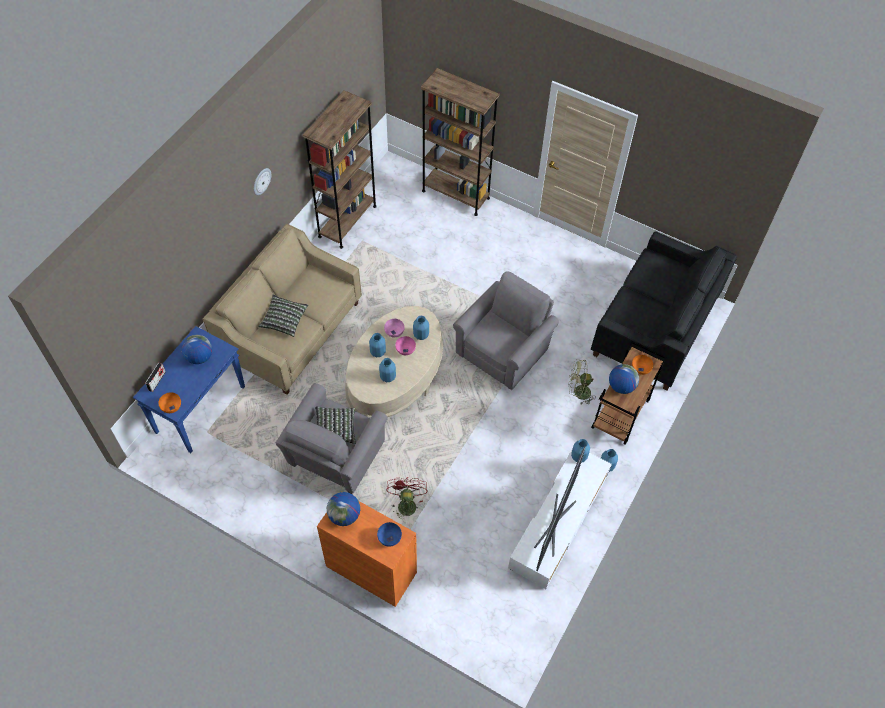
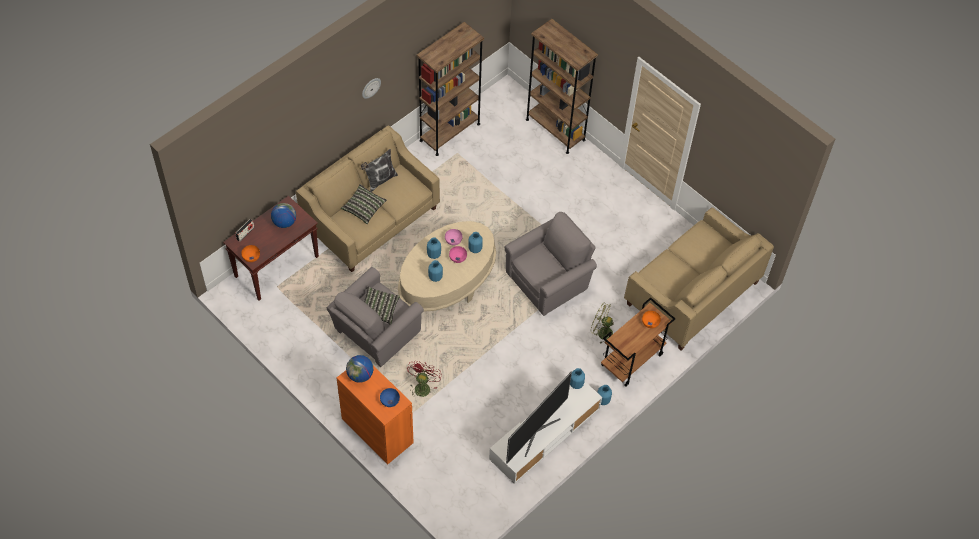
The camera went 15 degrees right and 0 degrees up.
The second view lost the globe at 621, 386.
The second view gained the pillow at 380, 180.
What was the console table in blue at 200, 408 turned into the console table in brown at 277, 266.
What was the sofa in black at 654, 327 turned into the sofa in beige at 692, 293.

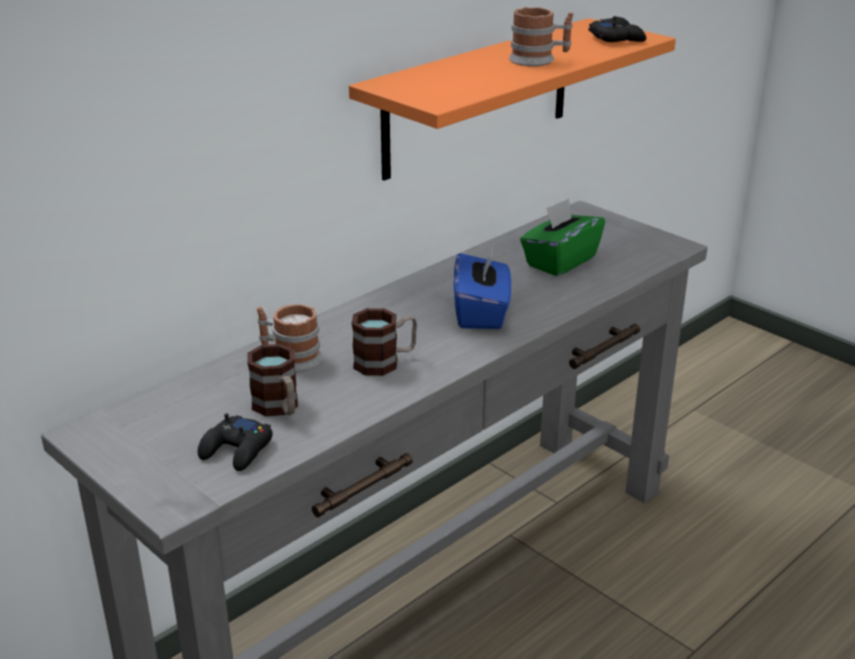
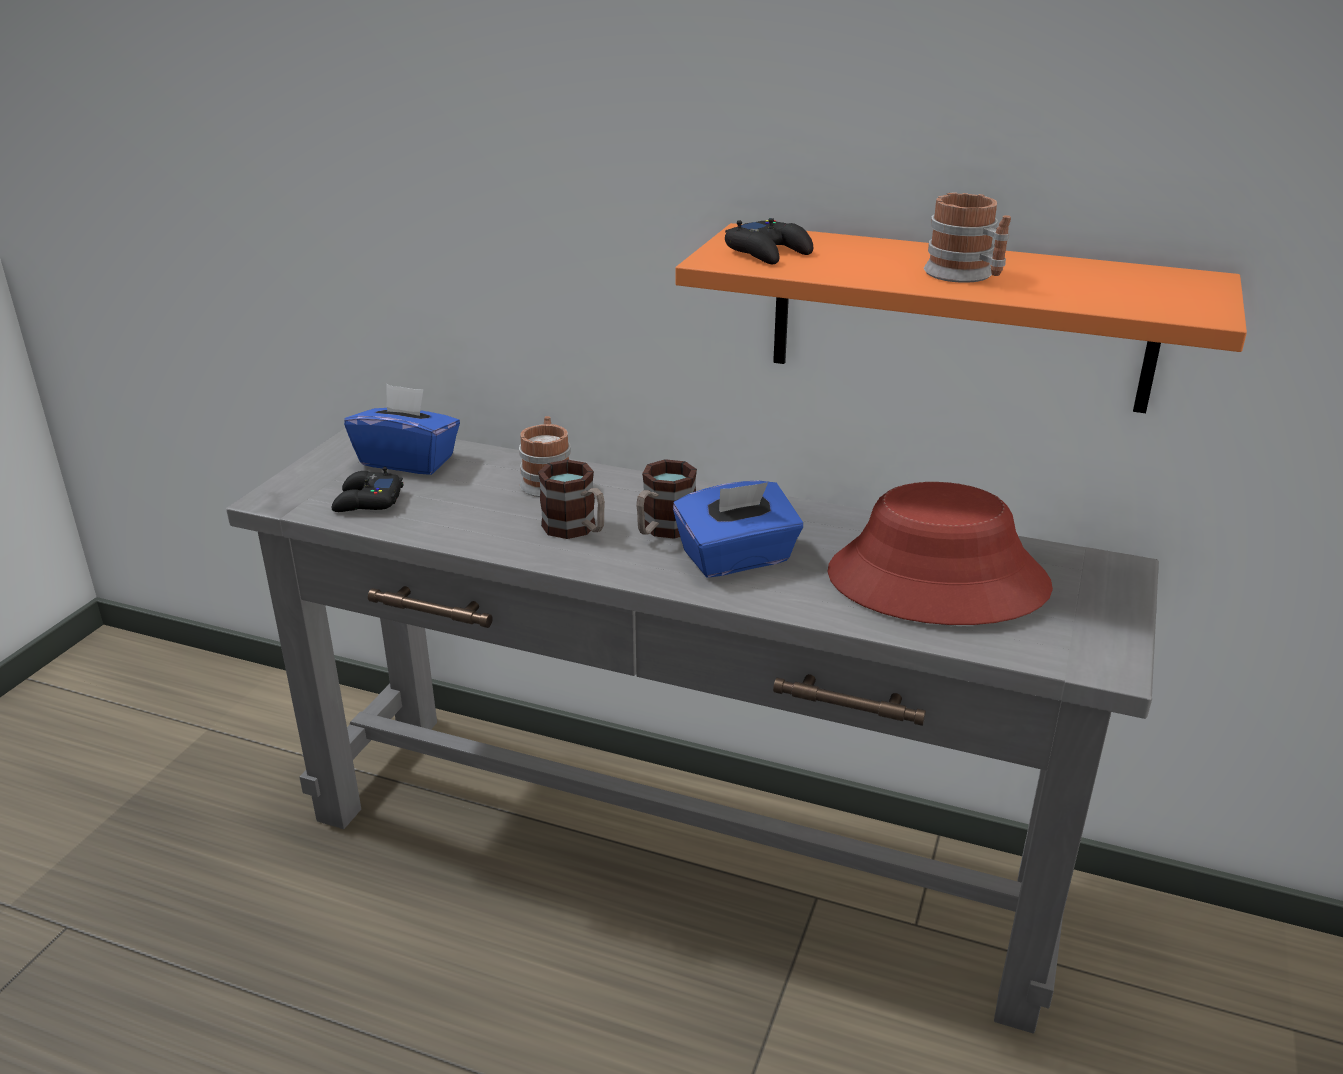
The camera went 65 degrees right and 0 degrees up.
The second view gained the tissue box in blue at 408, 461.
The mug ended up elsewhere, having gone from 279, 408 to 662, 530.
The game controller in black ended up elsewhere, having gone from 617, 38 to 768, 252.
Where the tissue box in green stood at 560, 261, the hat in red came to stand at 936, 582.

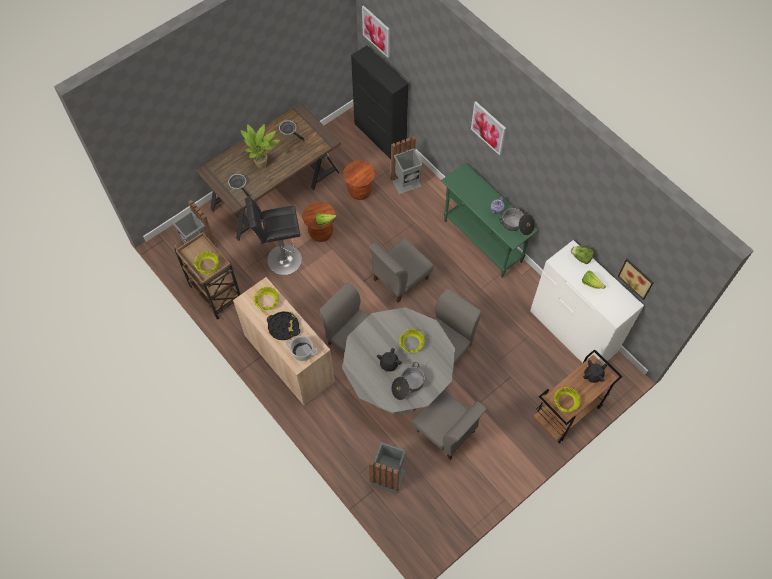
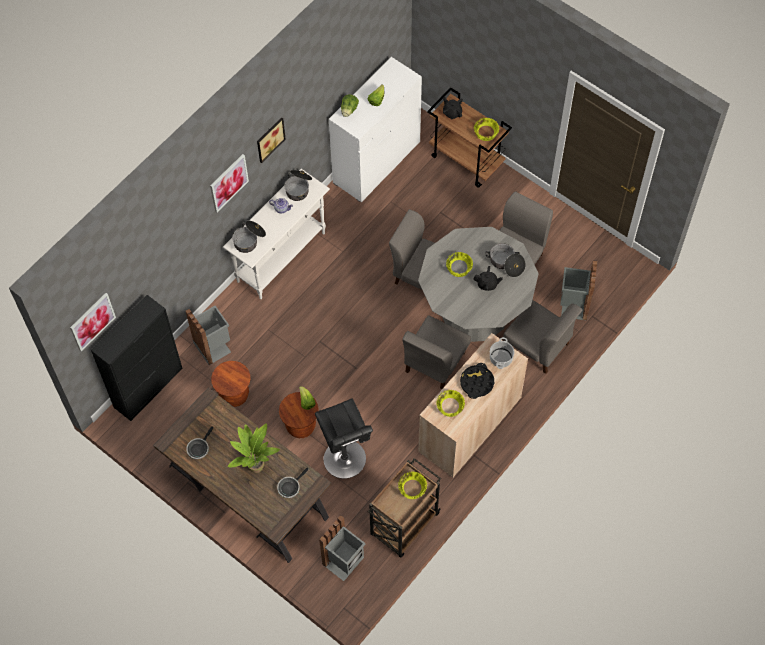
The camera went 100 degrees left and 0 degrees up.
The second view gained the cooking pot at 249, 240.
The chair in grey ended up elsewhere, having gone from 400, 279 to 538, 346.
The picture ended up elsewhere, having gone from 637, 277 to 269, 138.
What was the console table in green at 482, 241 turned into the console table in white at 282, 257.

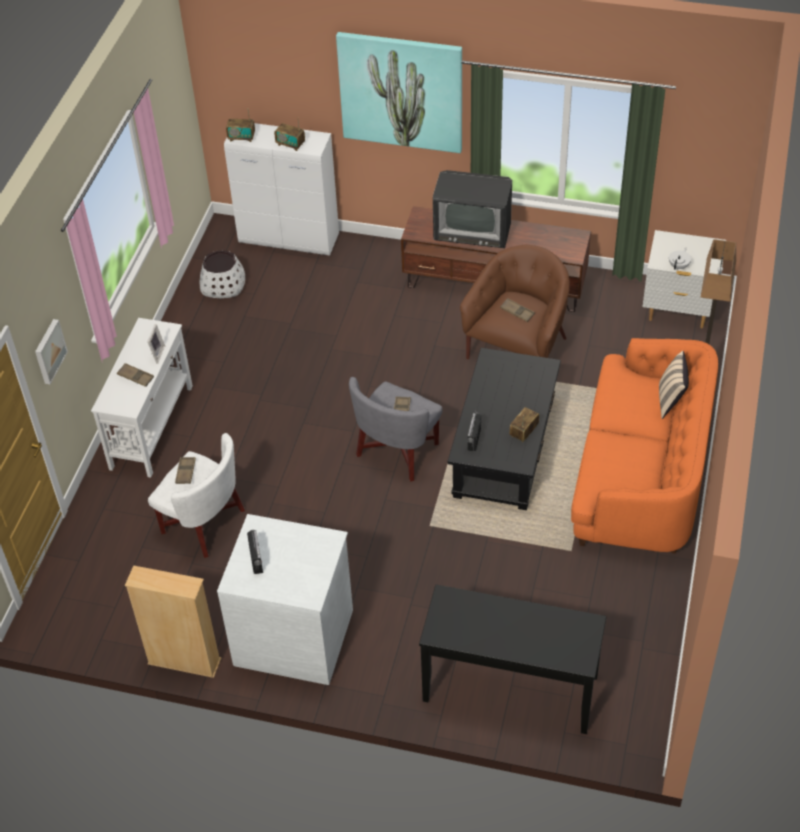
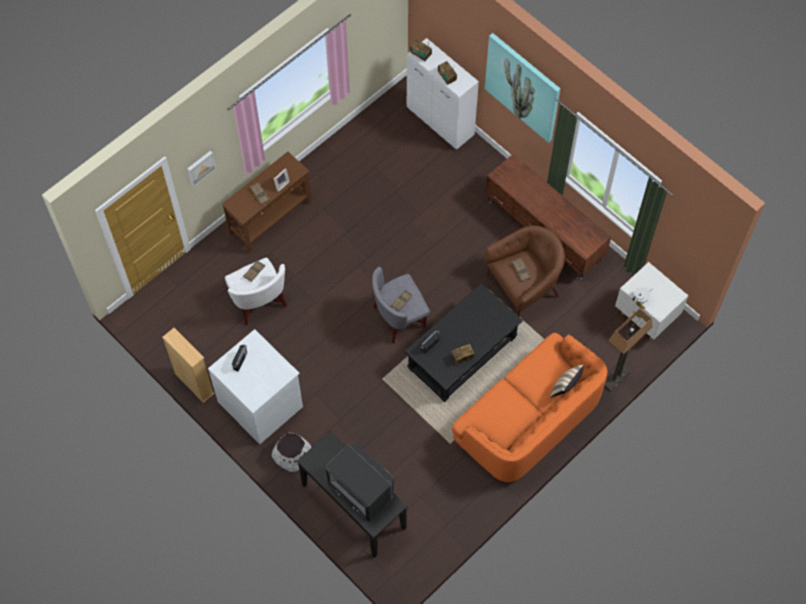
The camera went 30 degrees right and 15 degrees up.
The planter in white ended up elsewhere, having gone from 223, 285 to 292, 454.
The television ended up elsewhere, having gone from 473, 230 to 361, 489.
What was the console table in white at 152, 426 turned into the console table in brown at 271, 218.

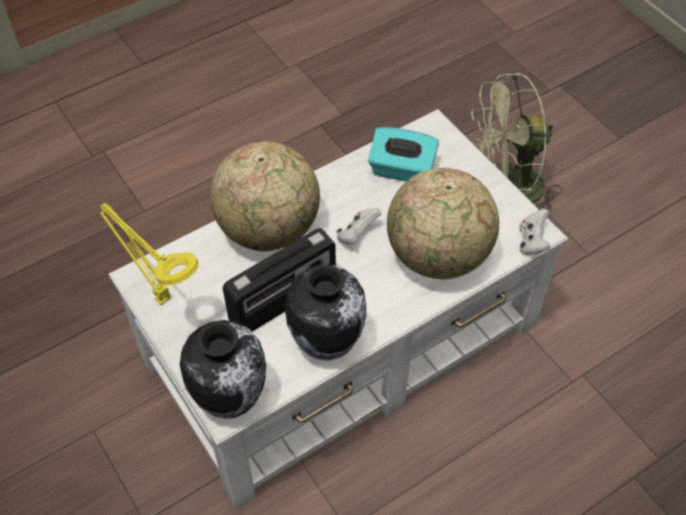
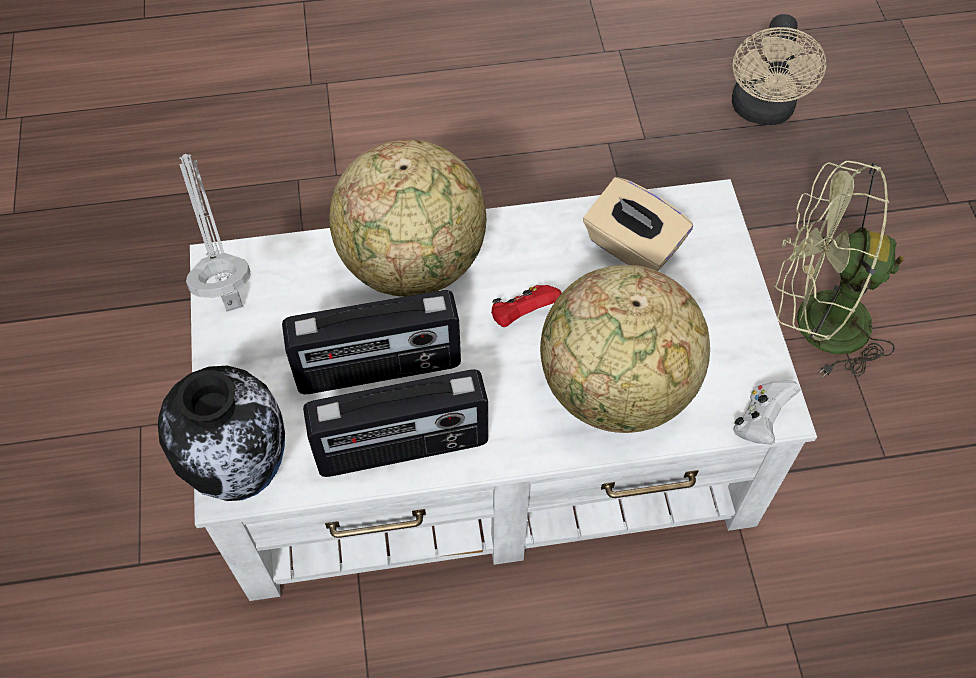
The camera went 25 degrees right and 5 degrees up.
The second view gained the fan in beige at 762, 111.
Where the vase stood at 327, 343, the radio came to stand at 402, 448.
What was the table lamp in yellow at 160, 297 turned into the table lamp in grey at 232, 300.
What was the game controller in white at 357, 235 turned into the game controller in red at 523, 315.
What was the tissue box in turquoise at 401, 170 turned into the tissue box in beige at 632, 247.

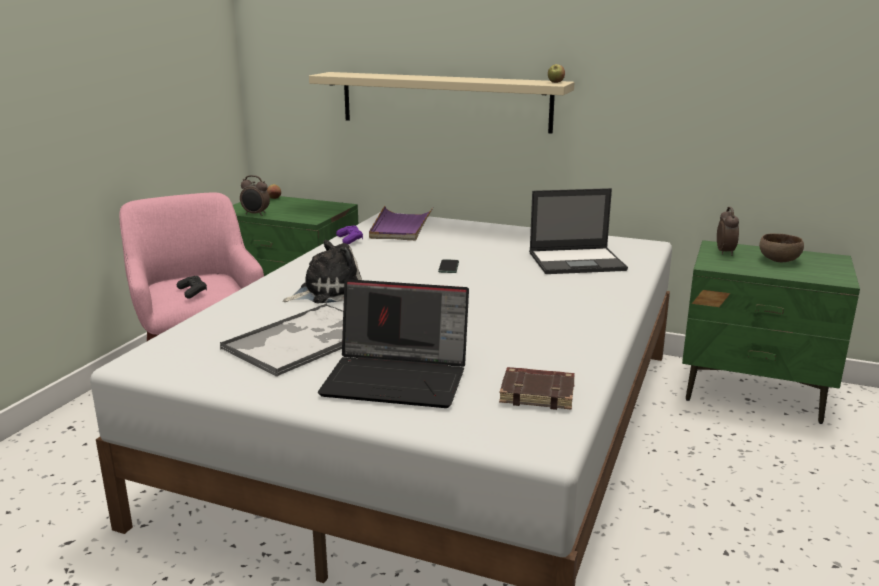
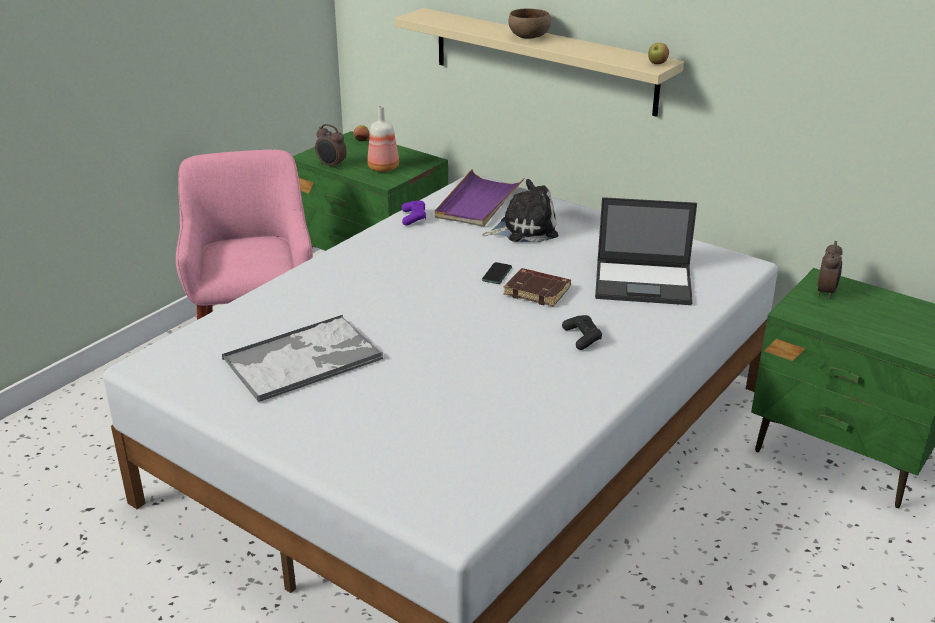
The camera went 15 degrees right and 10 degrees up.
The second view lost the laptop at 398, 378.
The second view gained the bottle at 382, 168.
The game controller in black ended up elsewhere, having gone from 192, 292 to 582, 337.
The plush toy ended up elsewhere, having gone from 327, 292 to 524, 229.
The book in brown ended up elsewhere, having gone from 538, 393 to 538, 291.
The bowl in brown ended up elsewhere, having gone from 778, 260 to 528, 37.

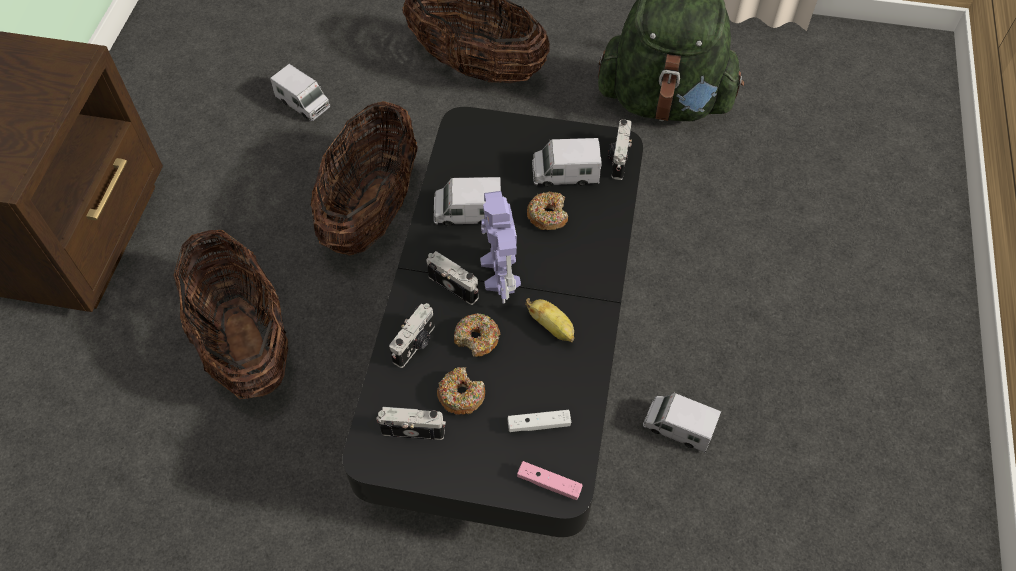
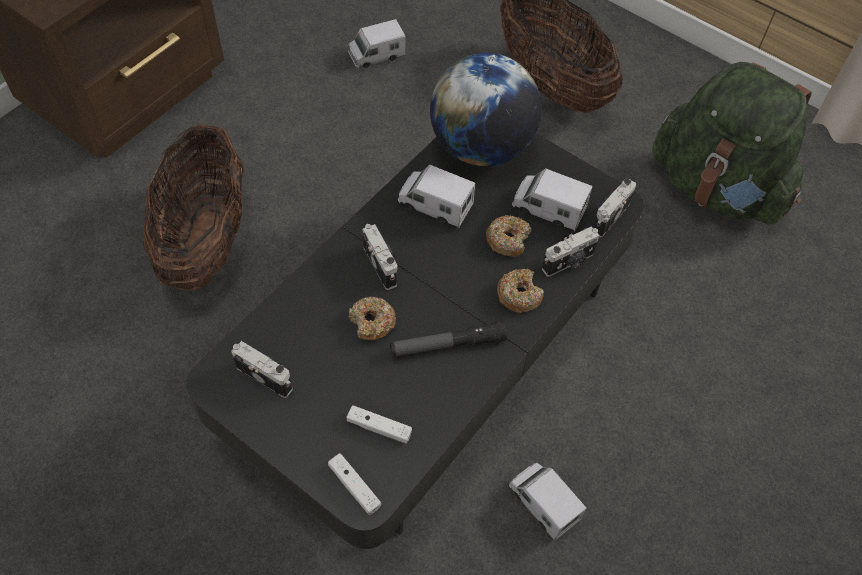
The camera went 25 degrees right and 0 degrees up.
The second view lost the basket at 372, 210.
The second view lost the toy robot at 500, 274.
The second view gained the globe at 481, 147.
The photo camera ended up elsewhere, having gone from 416, 344 to 569, 262.
The donut ended up elsewhere, having gone from 461, 395 to 519, 295.
Where the banana stood at 552, 327, the flashlight came to stand at 447, 345.
What was the game controller in pink at 549, 483 turned into the game controller in white at 354, 487.
The toy truck at 303, 103 ended up facing another way, 90 degrees clockwise from before.

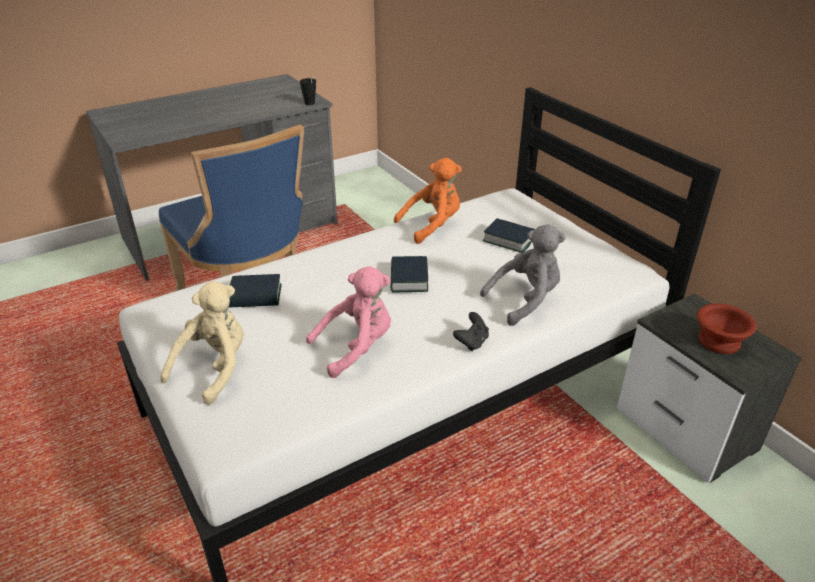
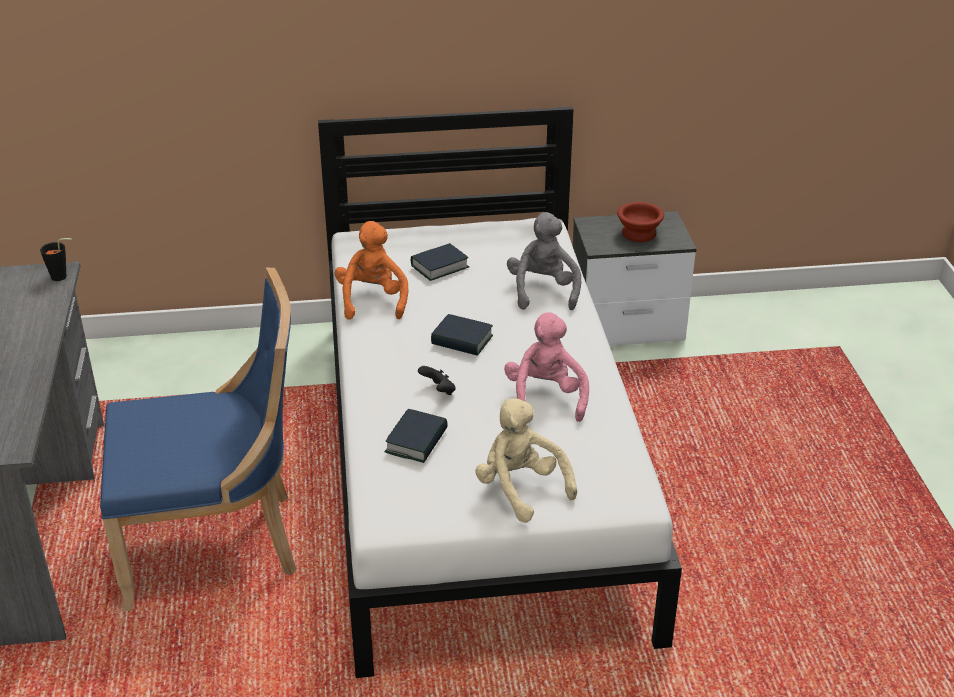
The camera went 65 degrees left and 0 degrees up.
The game controller in black ended up elsewhere, having gone from 472, 342 to 438, 391.

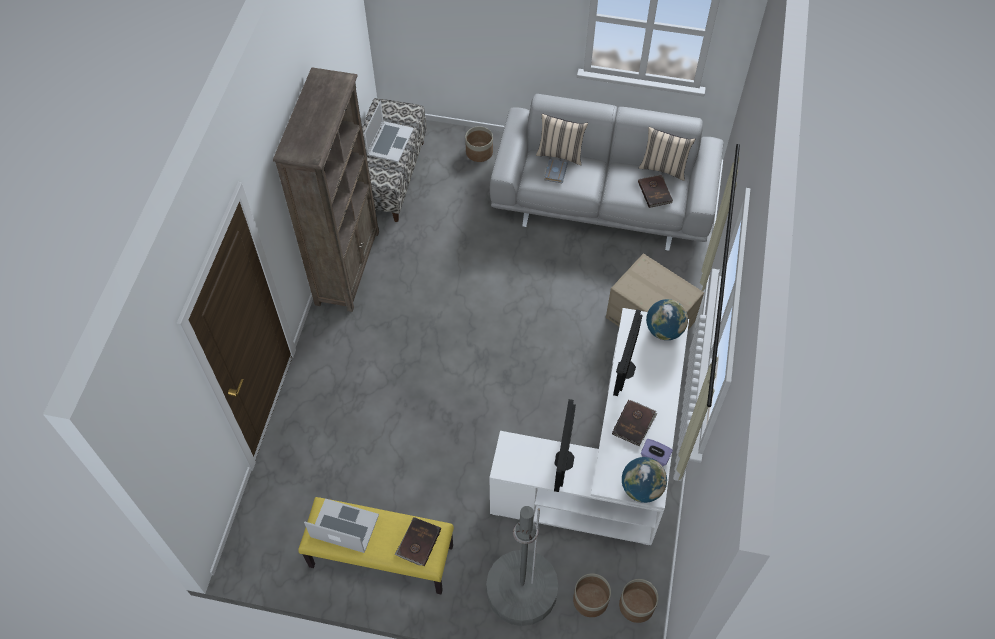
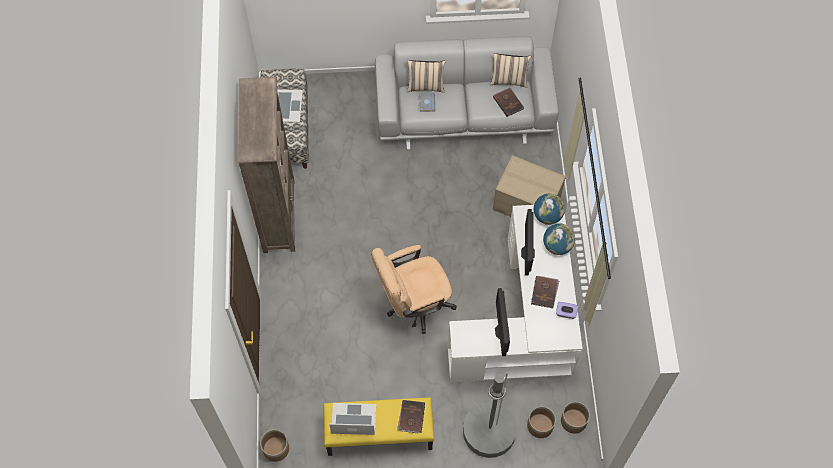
The camera went 15 degrees left and 5 degrees up.
The second view gained the office chair in beige at 413, 305.
The planter ended up elsewhere, having gone from 479, 152 to 276, 448.
The globe ended up elsewhere, having gone from 641, 488 to 557, 246.

